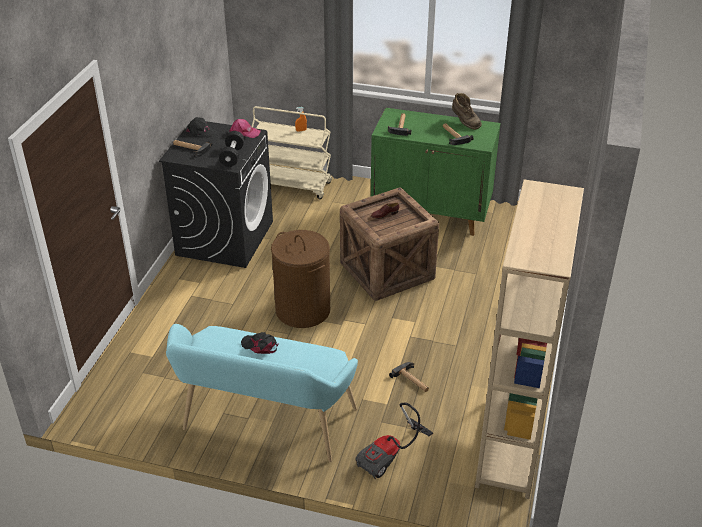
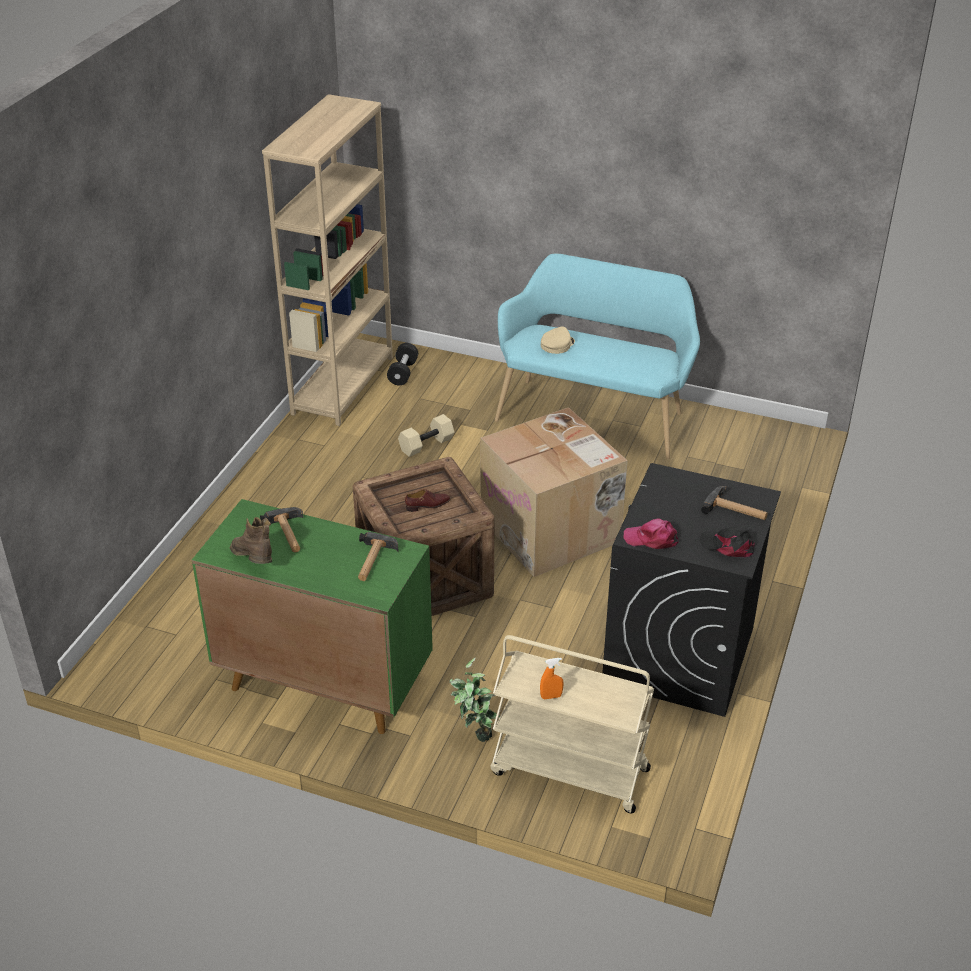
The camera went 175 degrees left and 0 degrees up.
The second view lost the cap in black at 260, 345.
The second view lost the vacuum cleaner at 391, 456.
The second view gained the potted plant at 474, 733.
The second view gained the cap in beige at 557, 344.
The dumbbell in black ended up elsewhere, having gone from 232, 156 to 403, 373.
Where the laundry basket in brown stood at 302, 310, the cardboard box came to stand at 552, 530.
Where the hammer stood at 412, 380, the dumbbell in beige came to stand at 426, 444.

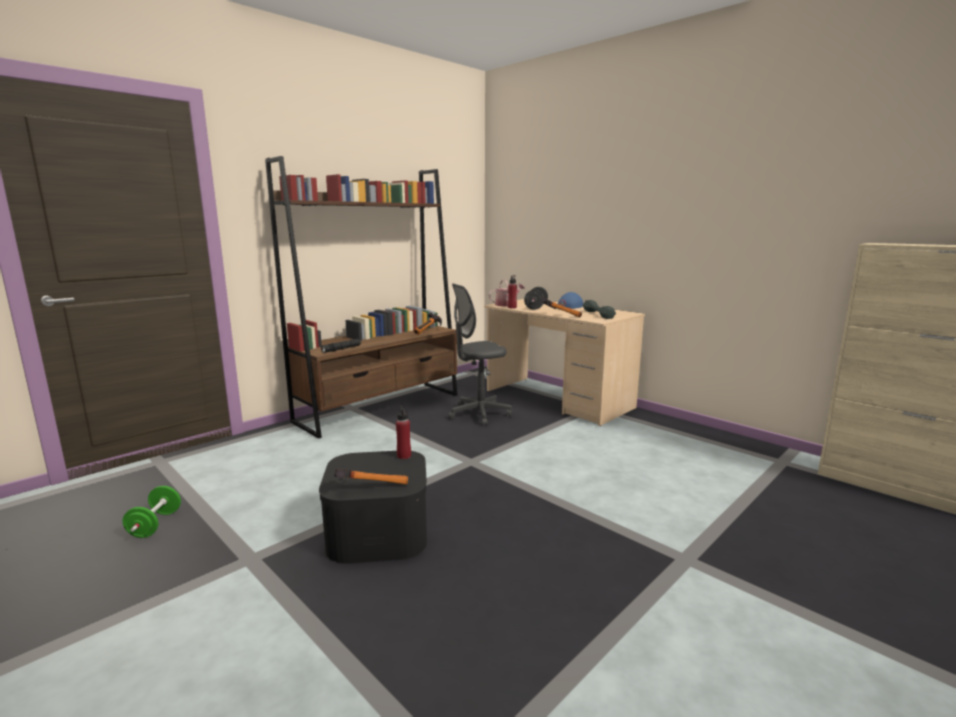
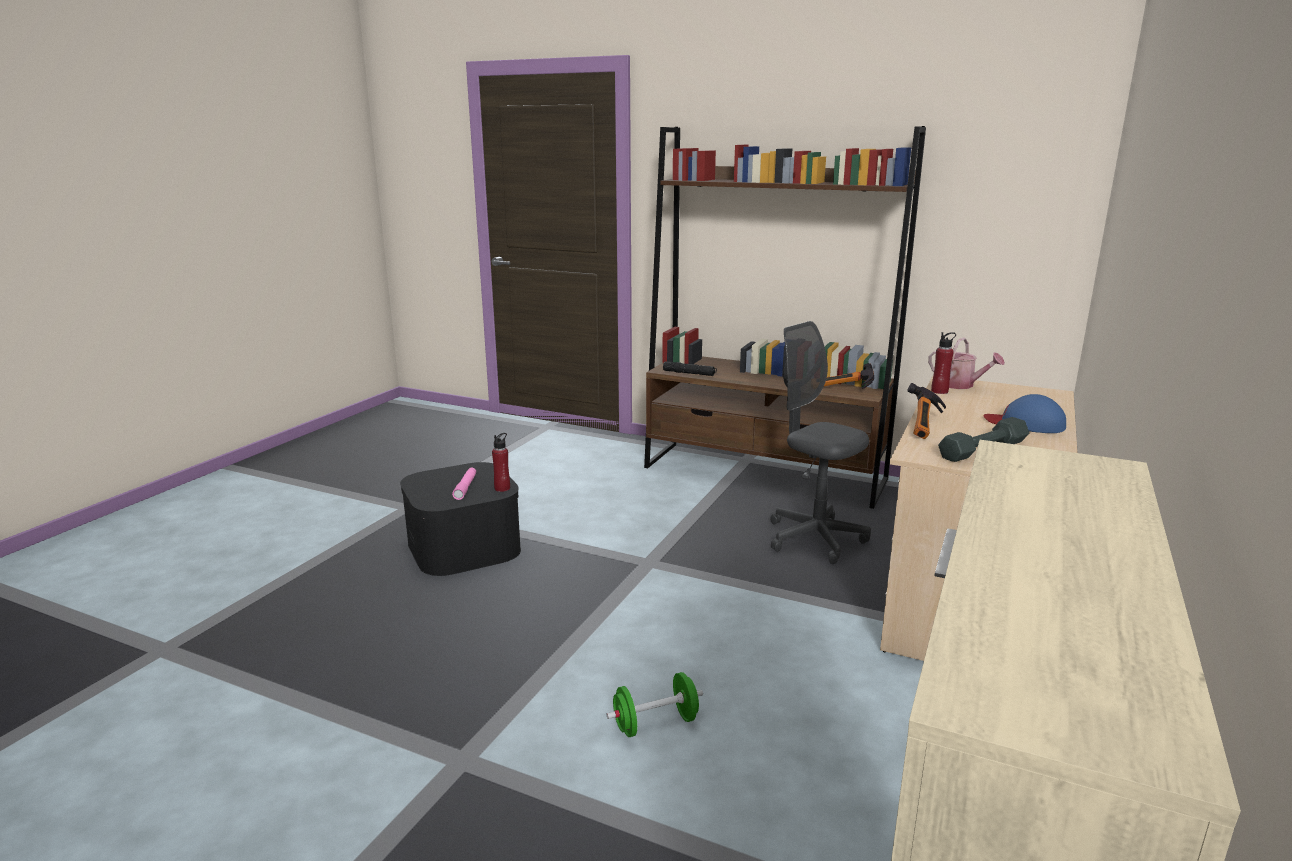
The camera went 70 degrees right and 5 degrees up.
The second view lost the hammer at 371, 486.
The second view lost the dumbbell in black at 536, 307.
The second view gained the flashlight in pink at 465, 487.
The dumbbell in green ended up elsewhere, having gone from 155, 525 to 655, 723.

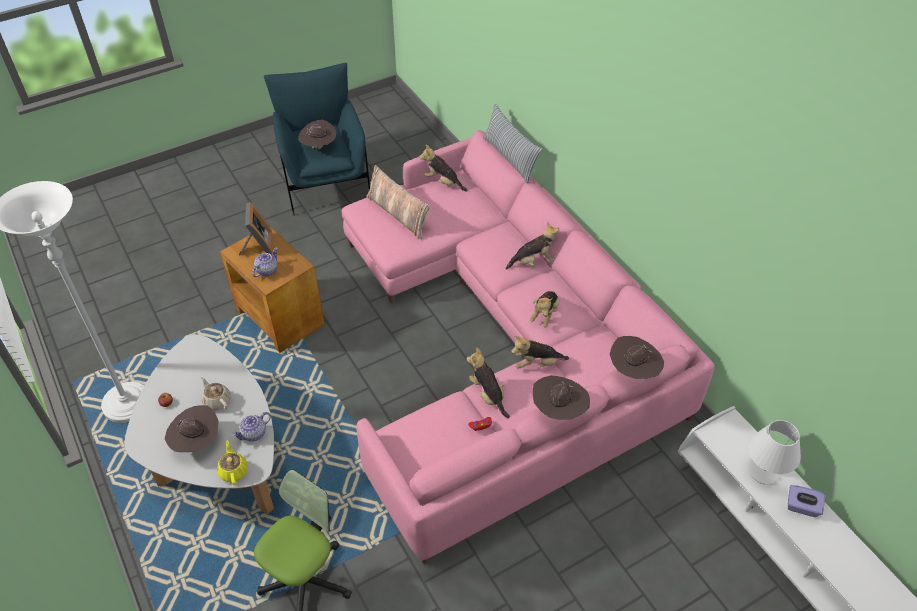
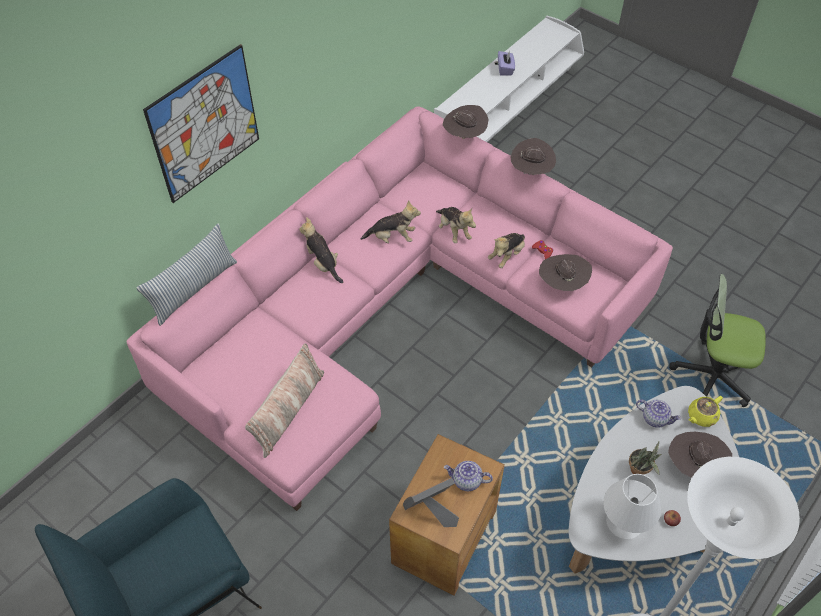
The camera went 110 degrees left and 5 degrees up.
The second view lost the plush toy at 443, 182.
The second view gained the picture at 205, 125.
The hat in brown ended up elsewhere, having gone from 319, 147 to 562, 284.
The table lamp in white ended up elsewhere, having gone from 764, 471 to 624, 523.
Where the teapot in beige stood at 217, 400, the potted plant came to stand at 640, 471.

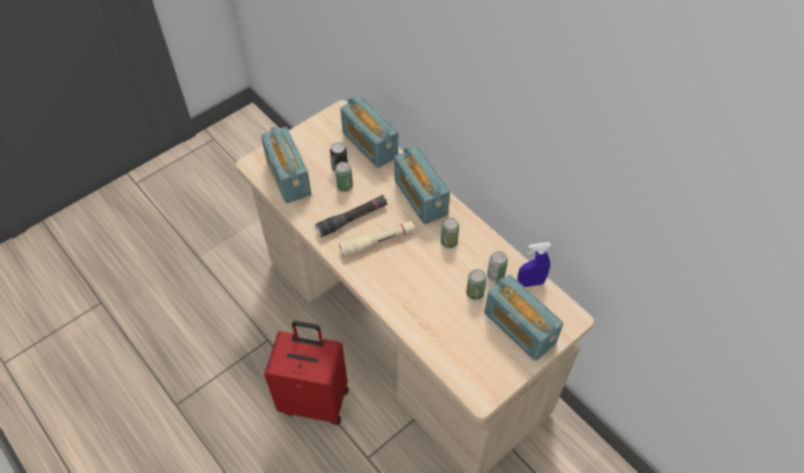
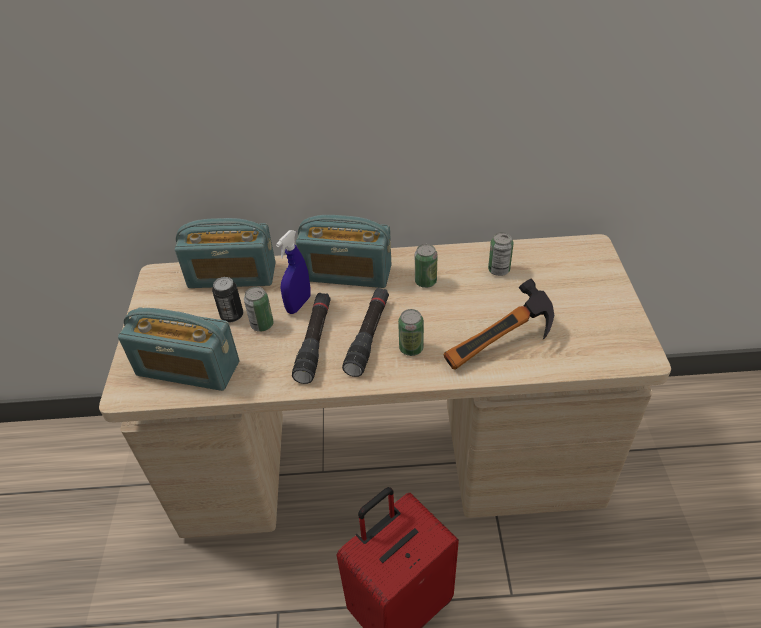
The camera went 50 degrees left and 10 degrees down.
The second view lost the radio at 519, 328.
The second view gained the hammer at 501, 348.
The can ended up elsewhere, having gone from 475, 293 to 411, 348.
The spray bottle in blue ended up elsewhere, having gone from 530, 283 to 298, 304.
What was the flashlight in beige at 378, 242 turned into the flashlight in black at 368, 336.

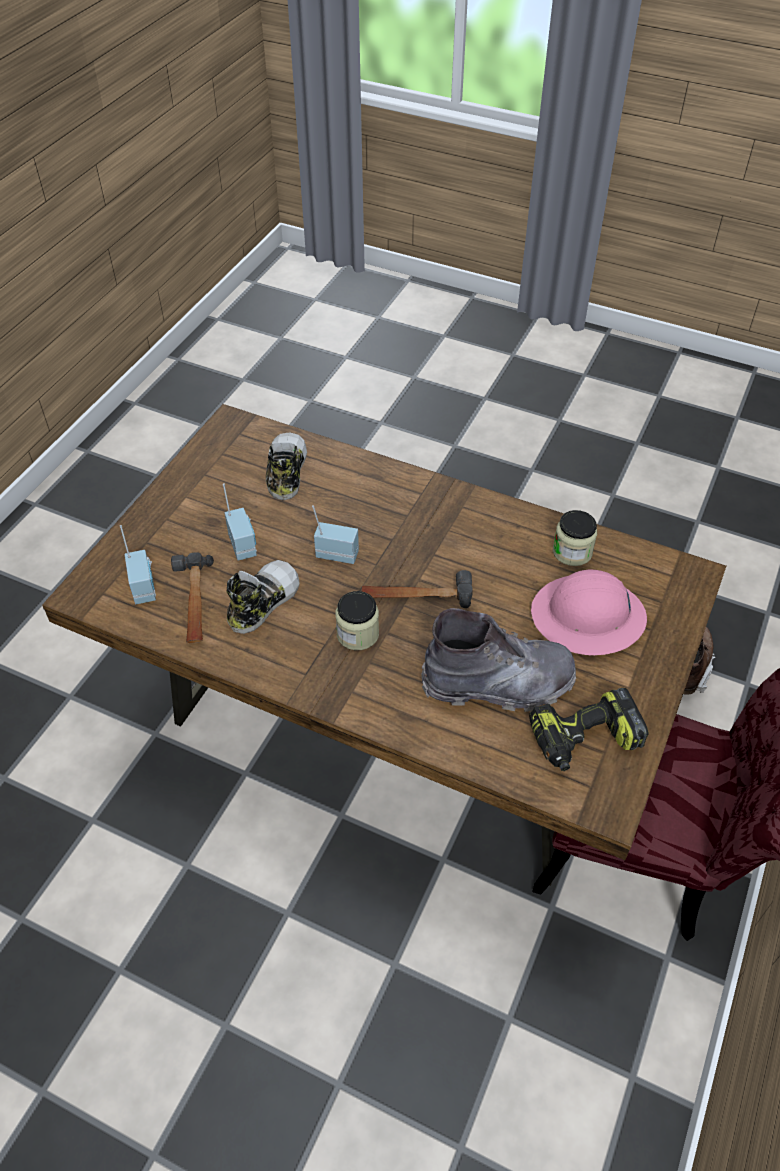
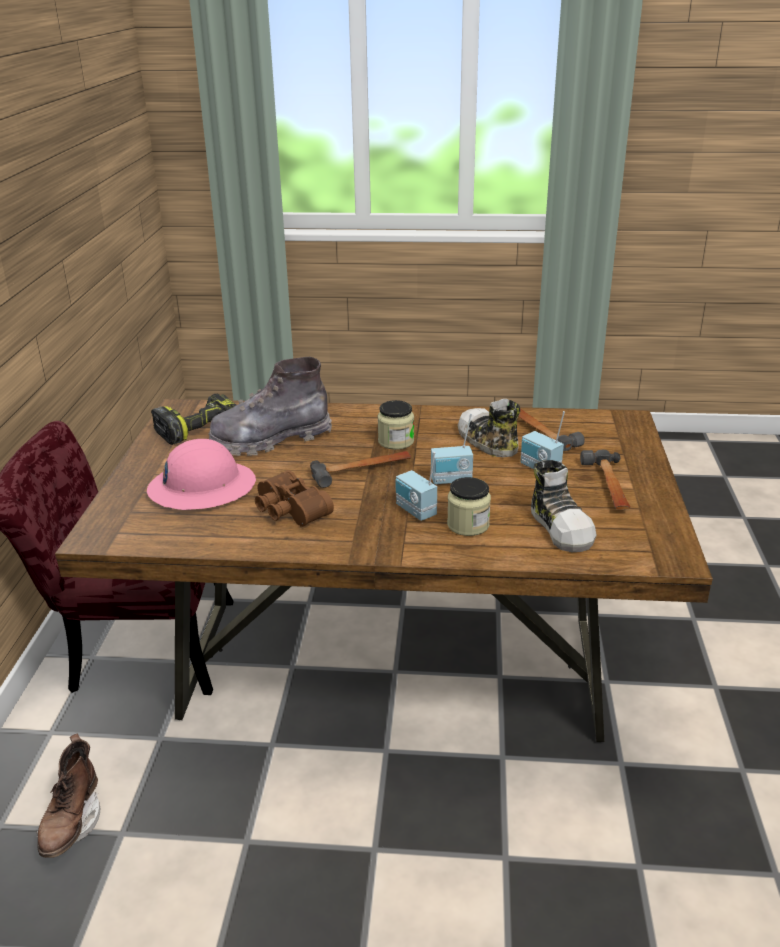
The camera went 160 degrees right and 20 degrees down.
The second view gained the binoculars in brown at 288, 511.
The second view gained the hammer at 608, 486.
The radio ended up elsewhere, having gone from 145, 588 to 415, 511.
The jar ended up elsewhere, having gone from 572, 552 to 468, 525.
The shoe at 262, 602 ended up facing another way, 135 degrees clockwise from before.

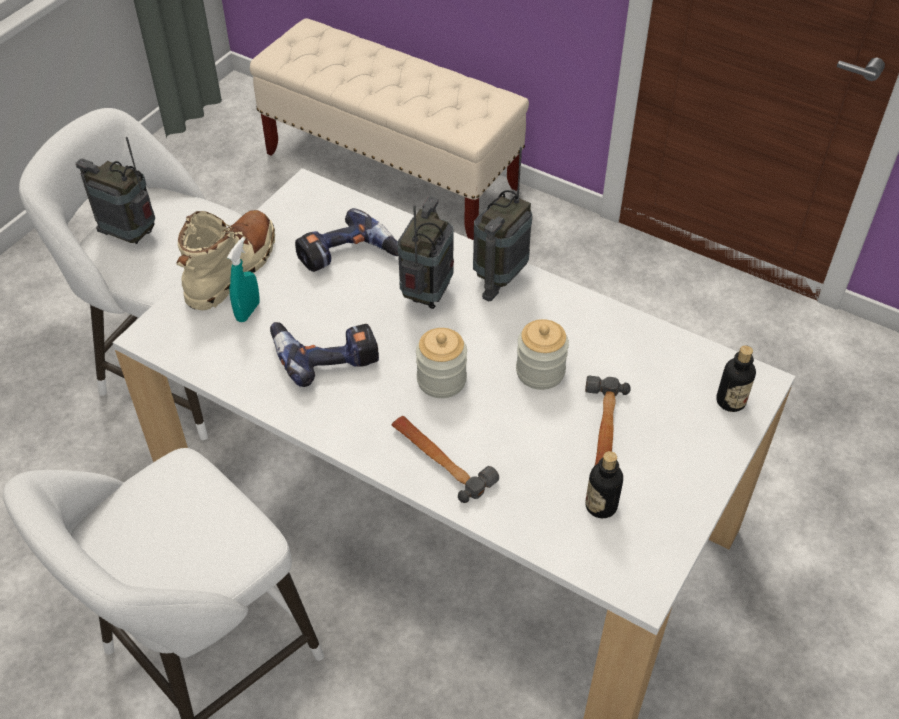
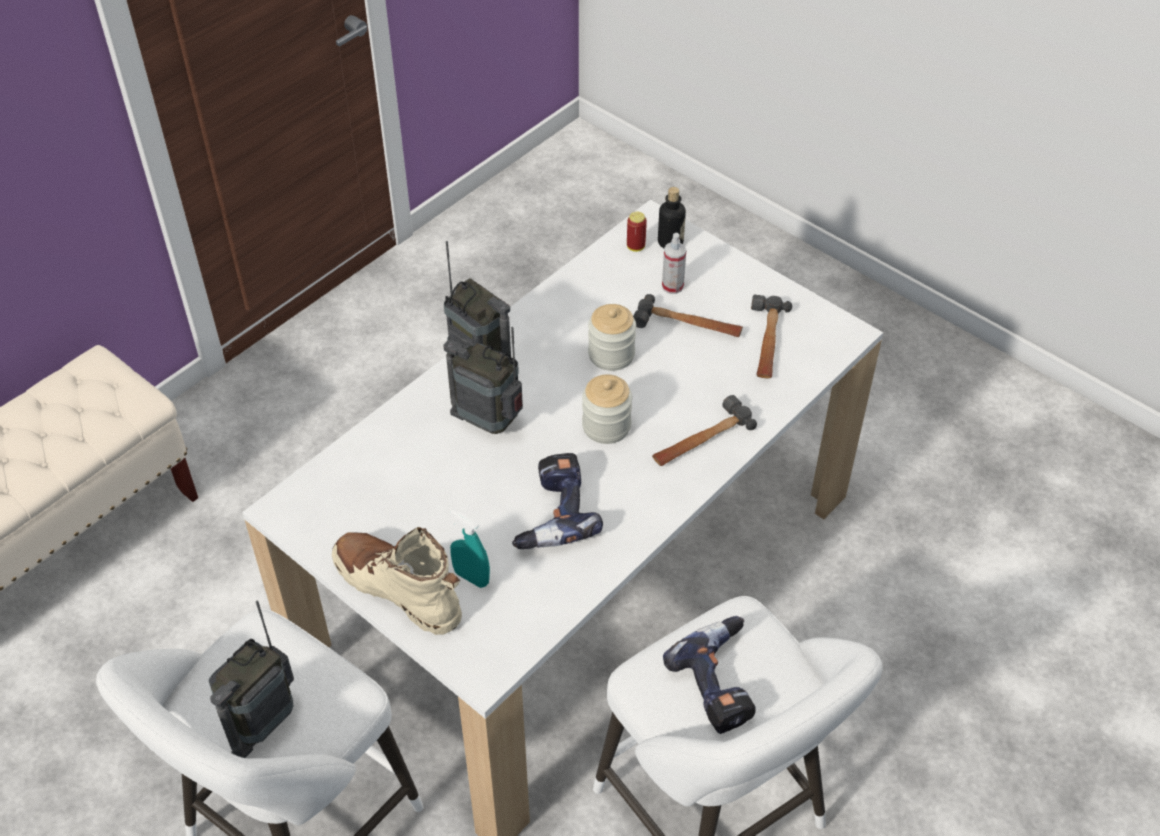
The camera went 80 degrees left and 0 degrees up.
The second view gained the can at 636, 247.
The second view gained the spray bottle at 672, 286.
The power drill ended up elsewhere, having gone from 349, 257 to 722, 681.
Where the bottle stood at 601, 506, the hammer came to stand at 766, 342.

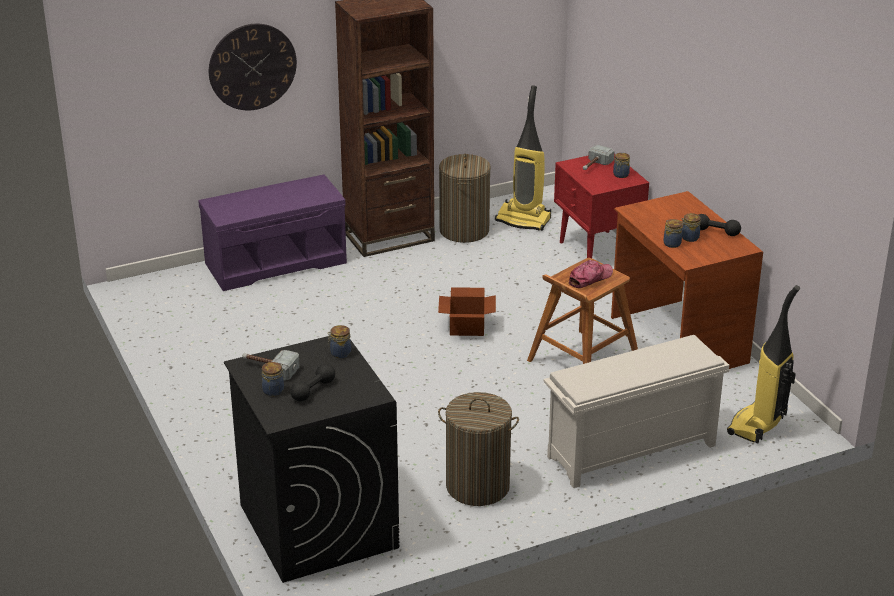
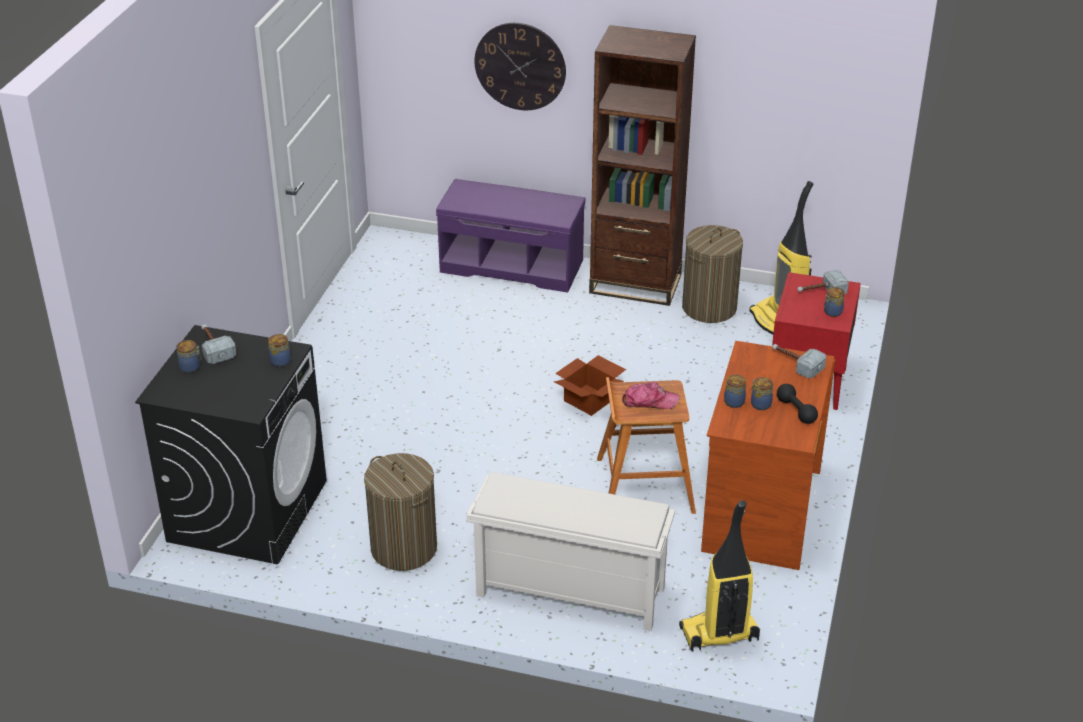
The camera went 40 degrees right and 5 degrees up.
The second view lost the dumbbell in black at 313, 390.
The second view gained the hammer at 795, 363.

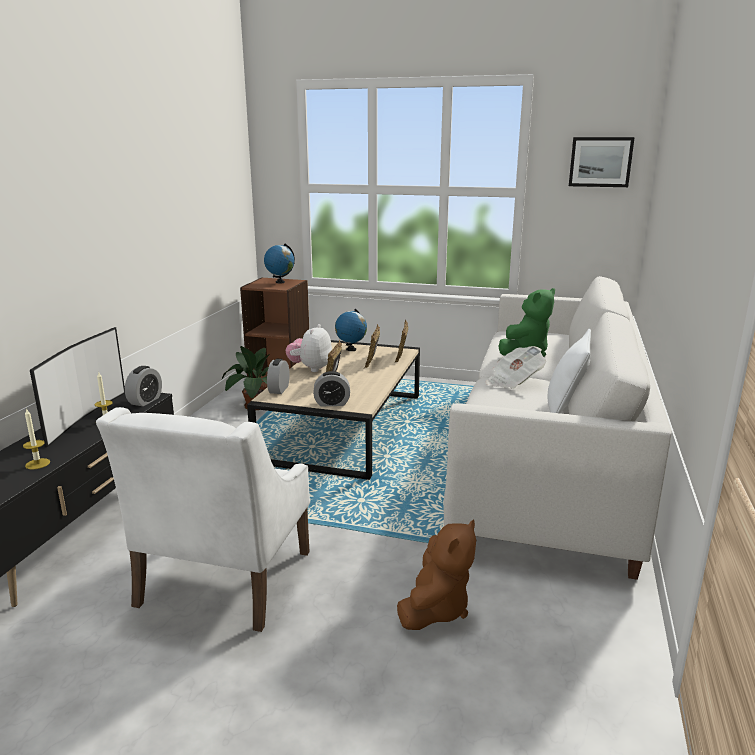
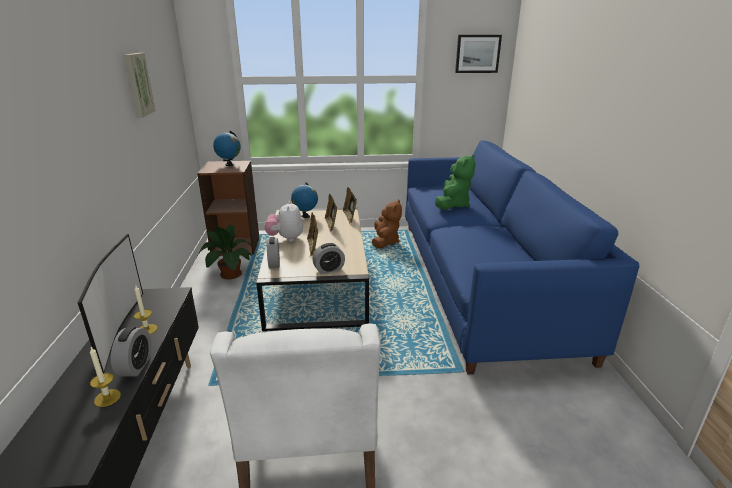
The camera went 20 degrees left and 5 degrees up.
The second view lost the newspaper at 513, 382.
The second view lost the pillow in white at 564, 411.
The second view gained the picture at 137, 84.
The alarm clock ended up elsewhere, having gone from 145, 401 to 136, 366.
The plush toy in brown ended up elsewhere, having gone from 436, 609 to 385, 242.
What was the sofa in white at 548, 457 turned into the sofa in blue at 480, 280.

